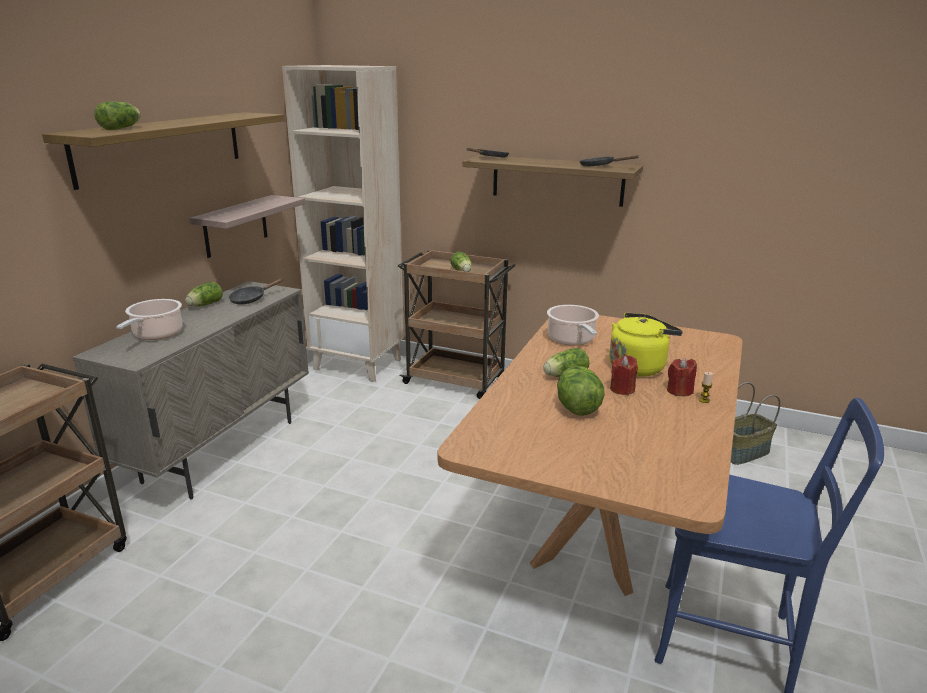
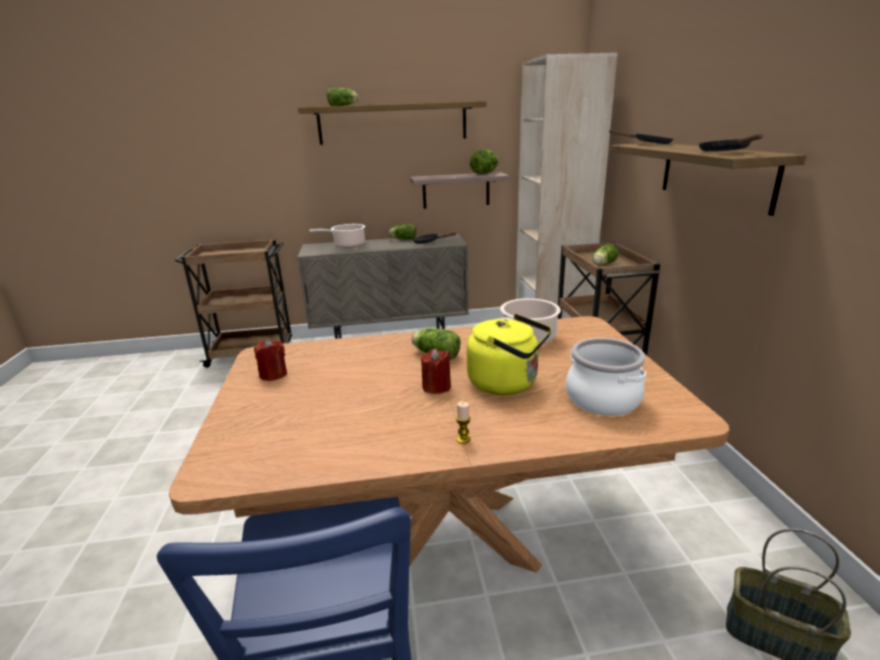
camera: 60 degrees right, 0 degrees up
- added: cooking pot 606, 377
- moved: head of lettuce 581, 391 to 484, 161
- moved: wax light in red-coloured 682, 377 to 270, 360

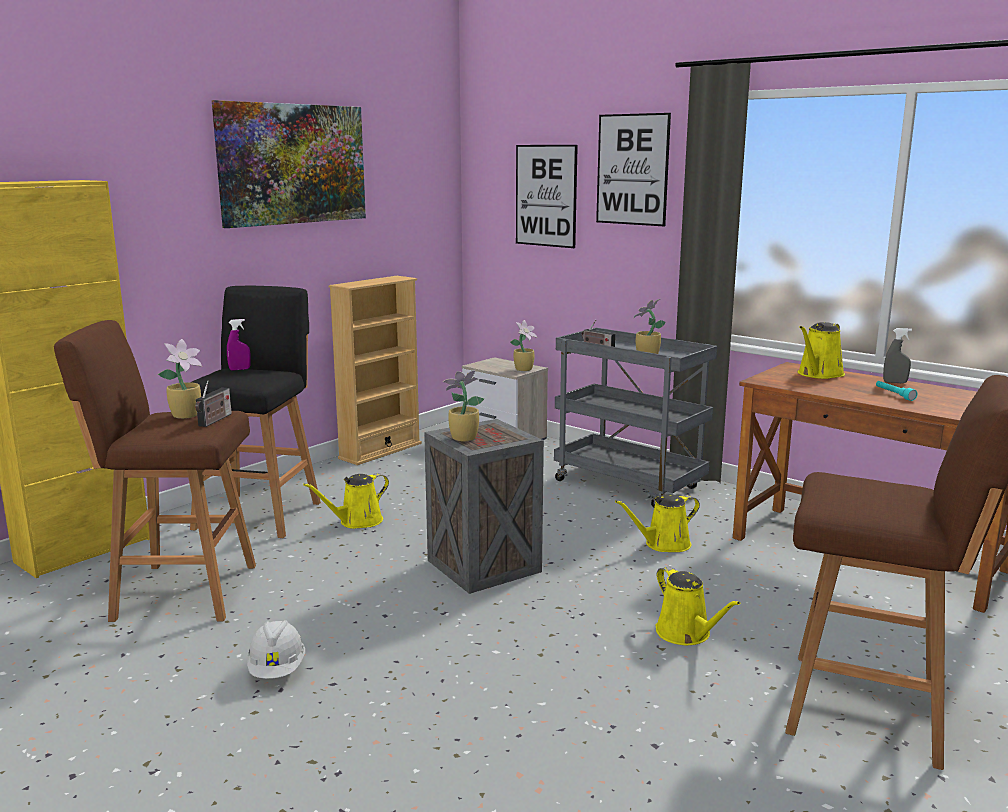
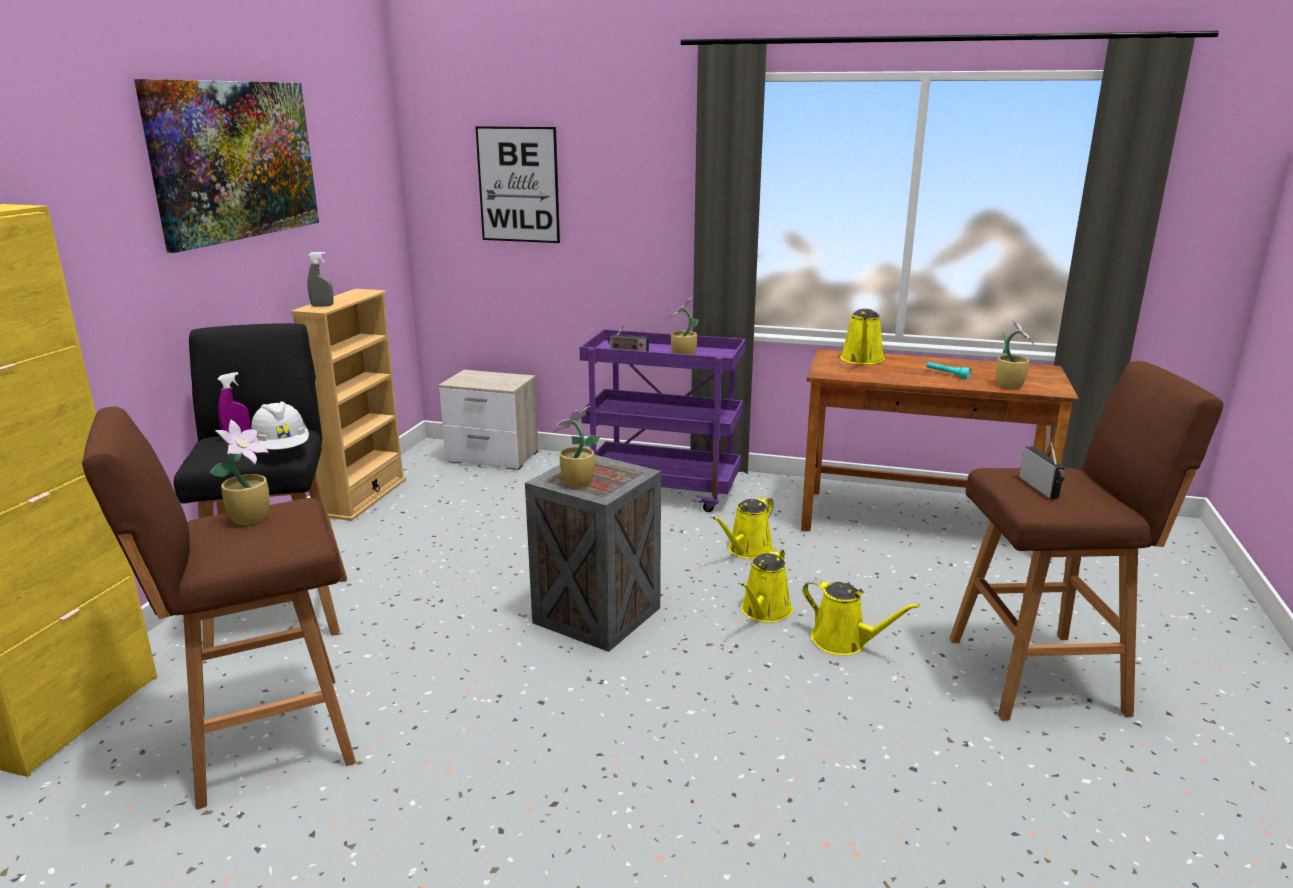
camera: 25 degrees left, 5 degrees up
- removed: picture 633, 169
- moved: radio set 213, 403 to 1042, 470
- moved: work helmet in white-coloured 276, 649 to 280, 425
- moved: watering can in yellow-coloured 346, 501 to 767, 585
- moved: plant in a pot 523, 345 to 1015, 352
- moved: hand sprayer in greyish 897, 355 to 320, 279
- recoloured: trolley in greyish 635, 418 to trolley in purple-coloured 663, 420

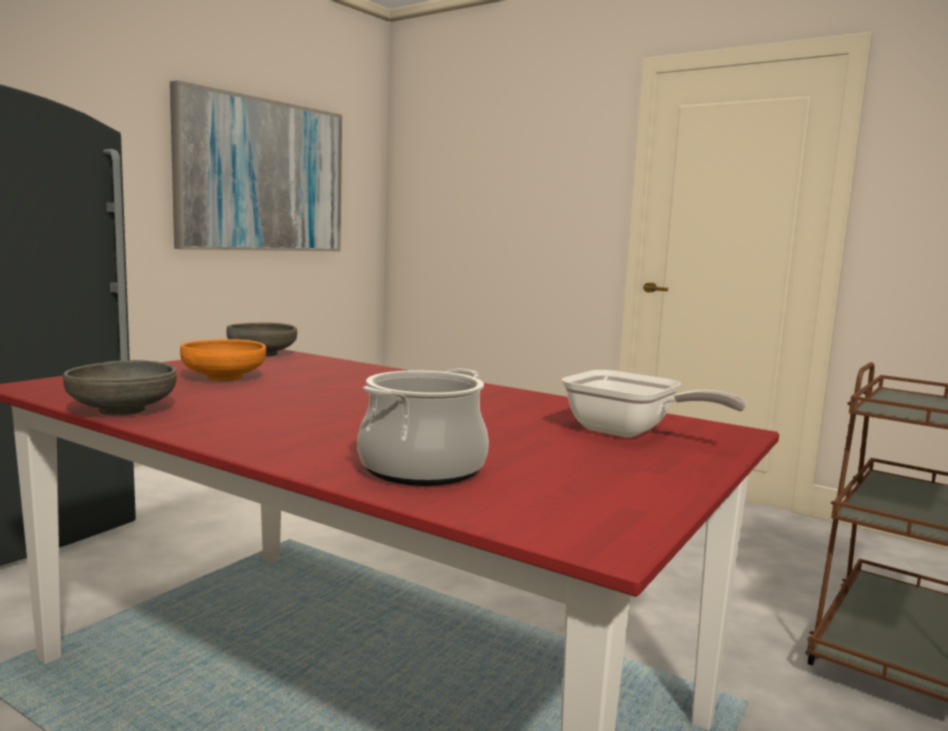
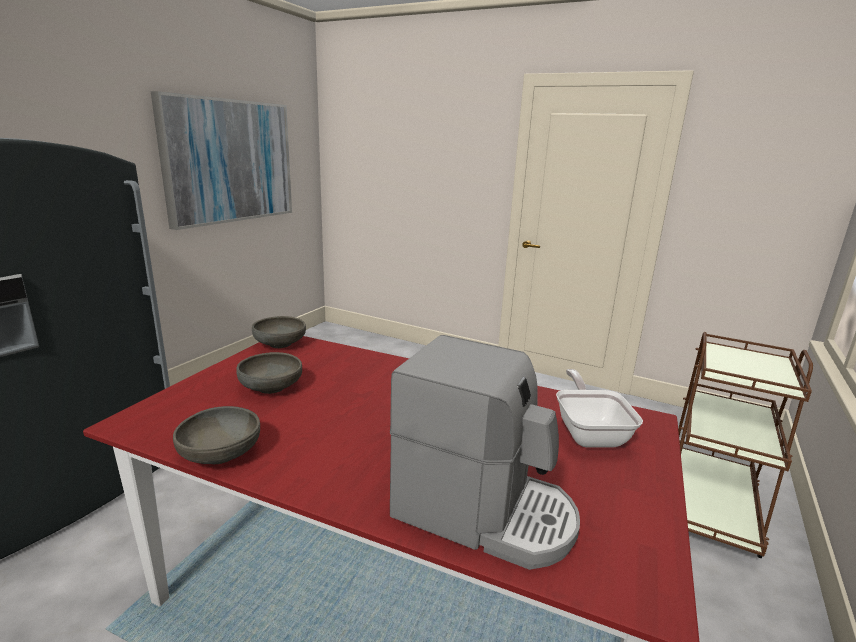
camera: 10 degrees left, 10 degrees up
- replaced: cooking pot 423, 427 to coffee brewer 485, 452
- recoloured: deep dish in orange 223, 360 to deep dish in greyish 269, 373
- turned: frying pan 654, 404 = 599, 408 120 degrees counterclockwise

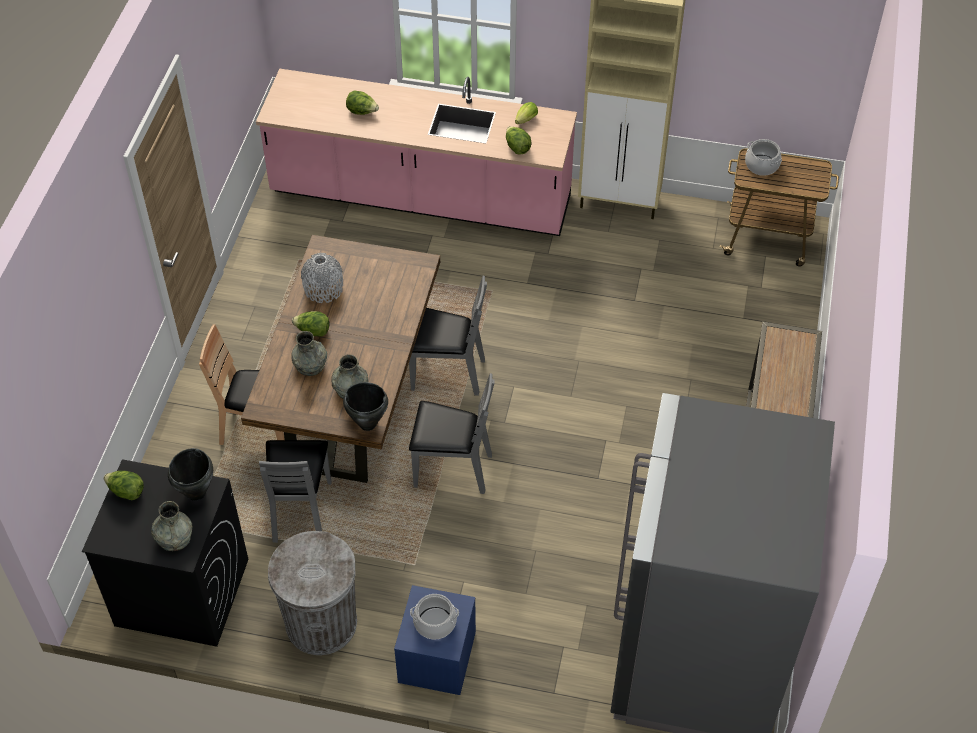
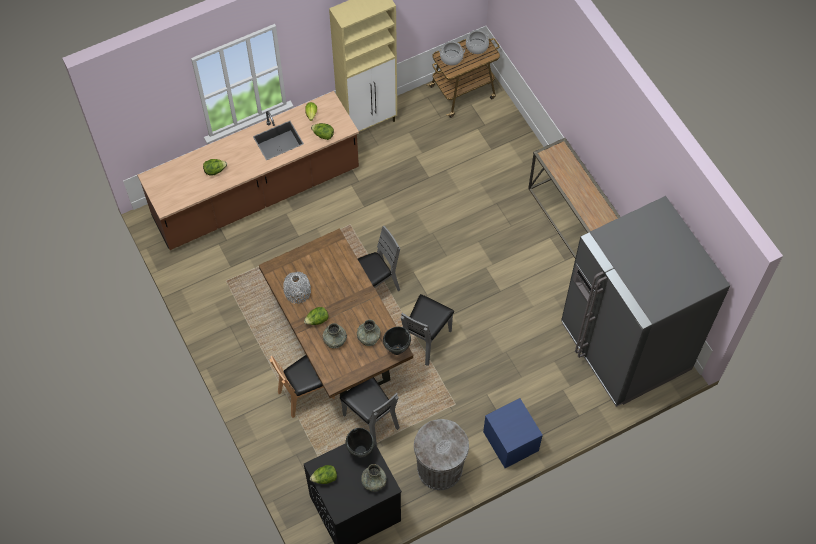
camera: 40 degrees left, 10 degrees up
- moved: cooking pot 434, 617 to 477, 42
- recoloured: kitchen base unit in pinkish 416, 152 to kitchen base unit in brownish 248, 170
- turned: upright chair in greyish 452, 433 = 427, 330 150 degrees clockwise

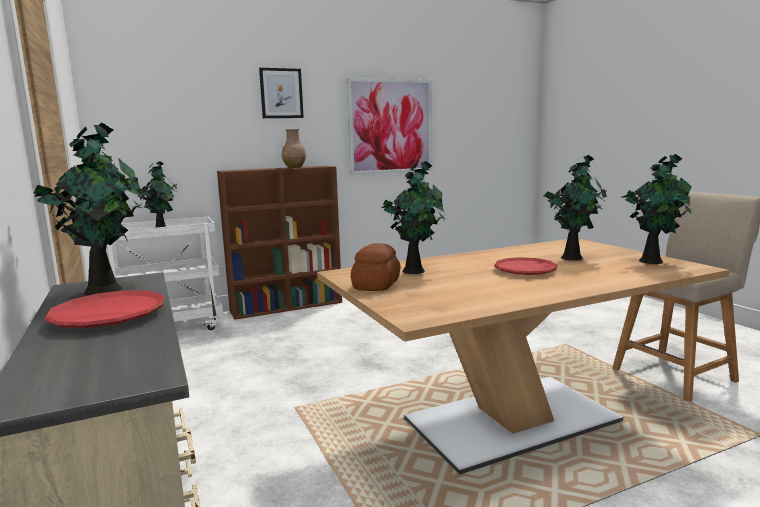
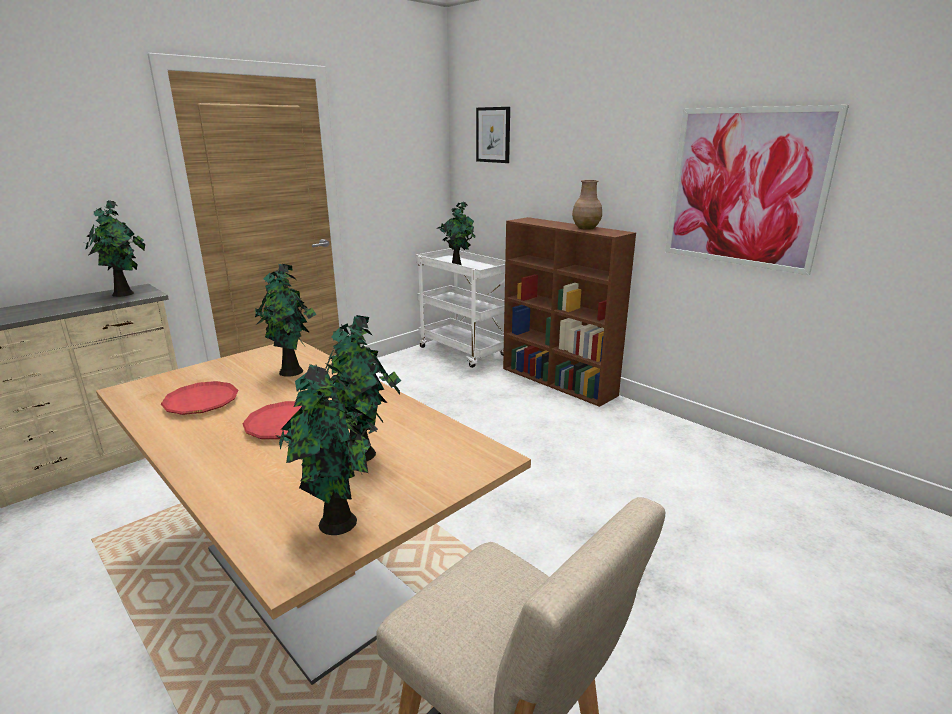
camera: 70 degrees right, 10 degrees up
- removed: bakery bread 375, 267
- moved: flat dish in red-coloured 104, 309 to 199, 398
- moved: picture 281, 93 to 493, 135

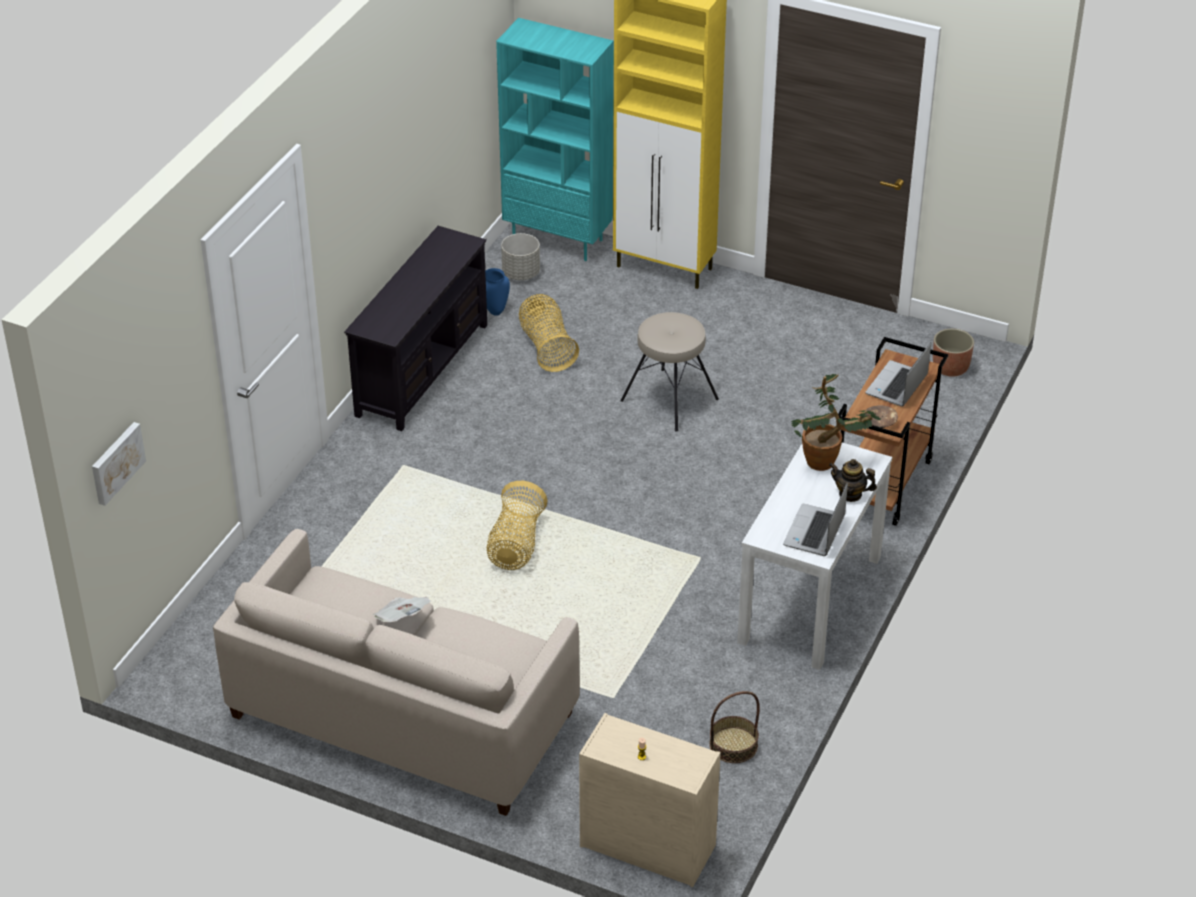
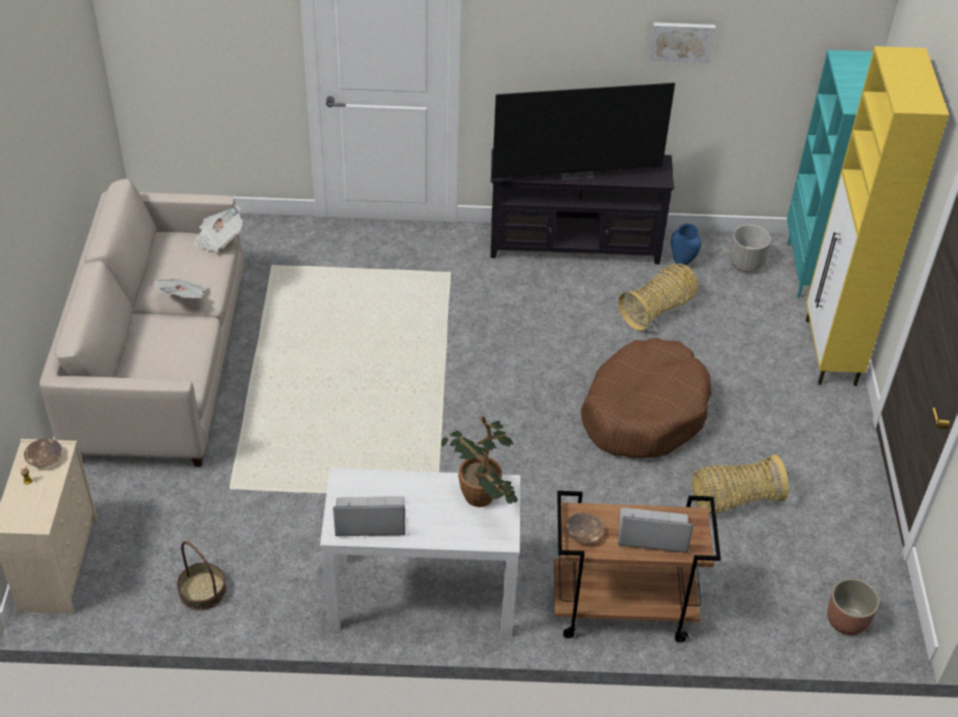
camera: 65 degrees right, 5 degrees up
- removed: teapot 853, 480
- added: deep dish in brownish 43, 452
- added: newspaper 218, 228
- added: TV 583, 131
- moved: picture 119, 464 to 682, 42
- moved: storage basket 516, 525 to 740, 483
- replaced: stool in beige 669, 372 to pet bed in brownish 646, 398

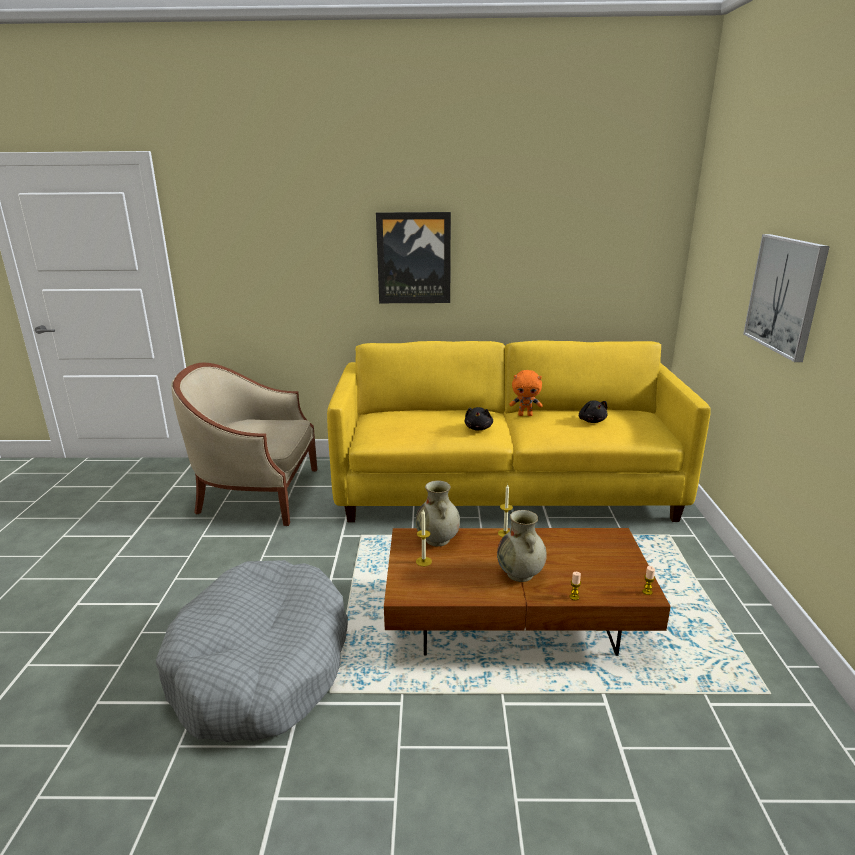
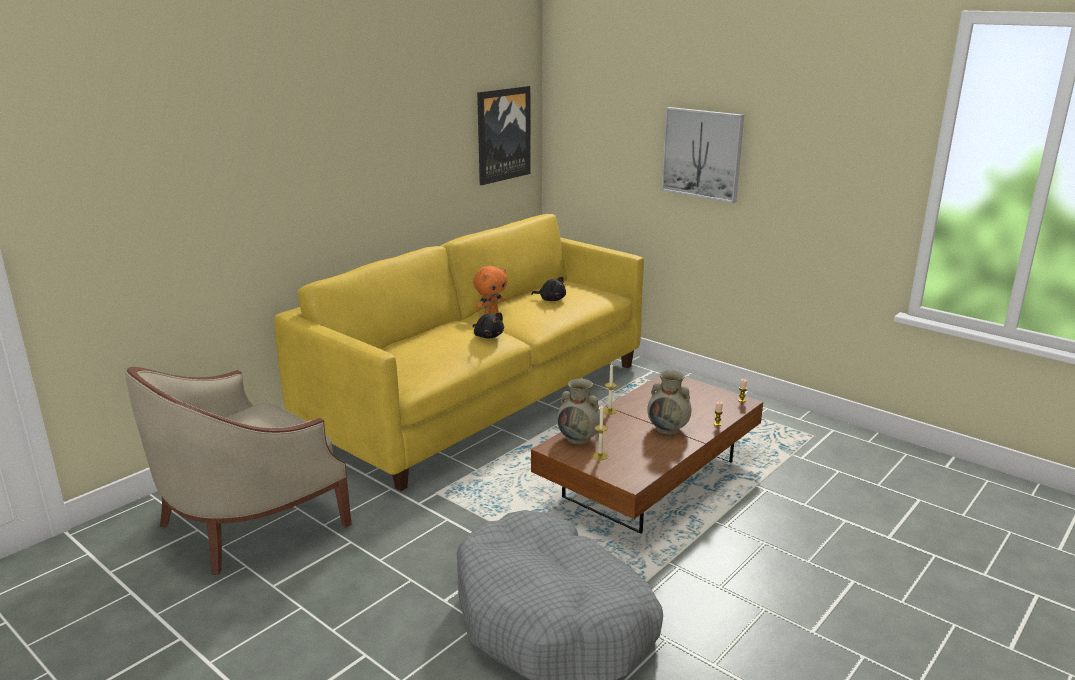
camera: 50 degrees left, 0 degrees up
- moved: picture 413, 257 to 504, 135

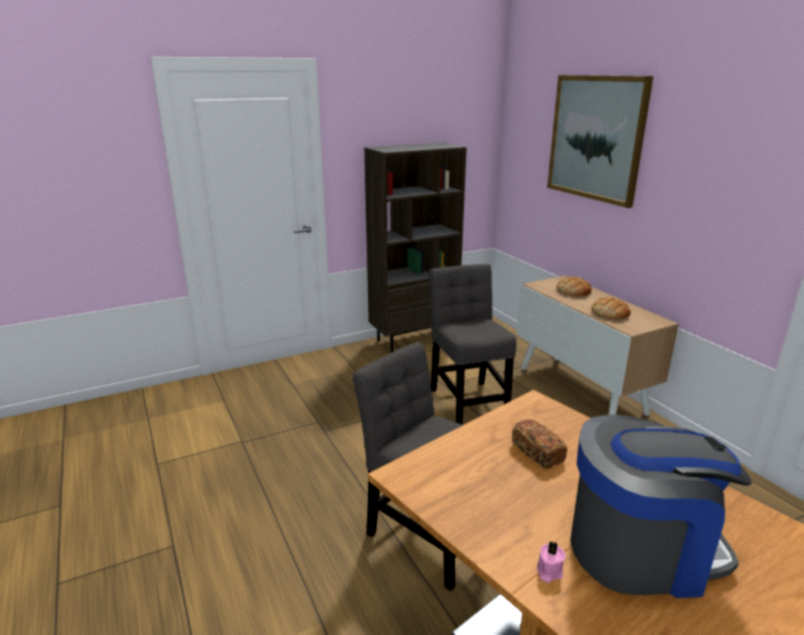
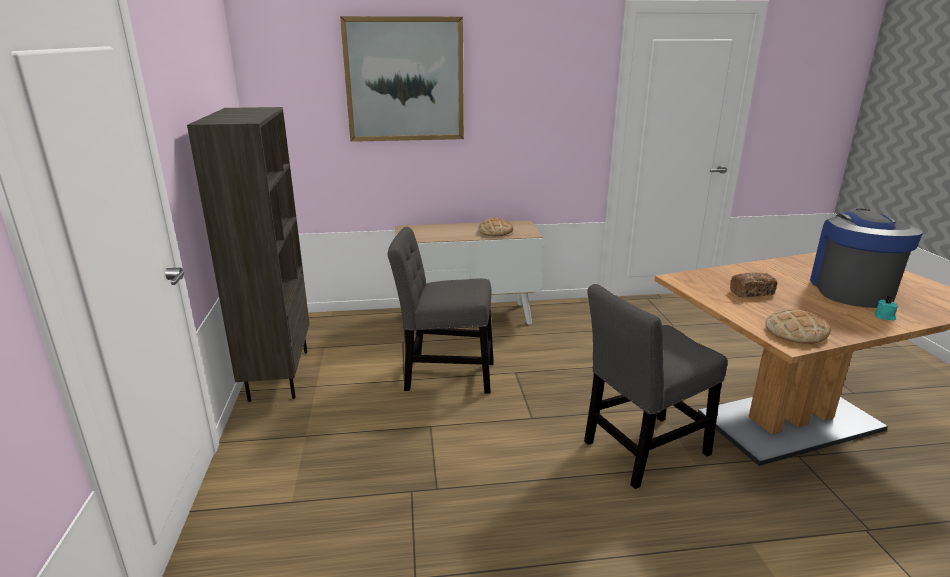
camera: 70 degrees left, 0 degrees up
- moved: bakery bread 574, 286 to 798, 326
- recoloured: wax light in pinkish 551, 562 to wax light in blue-green 886, 308

